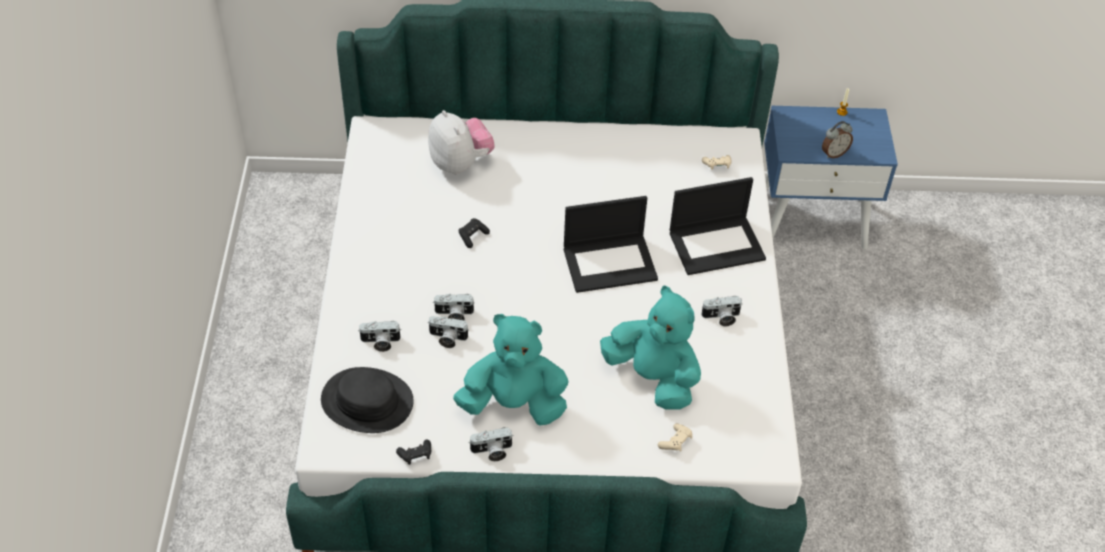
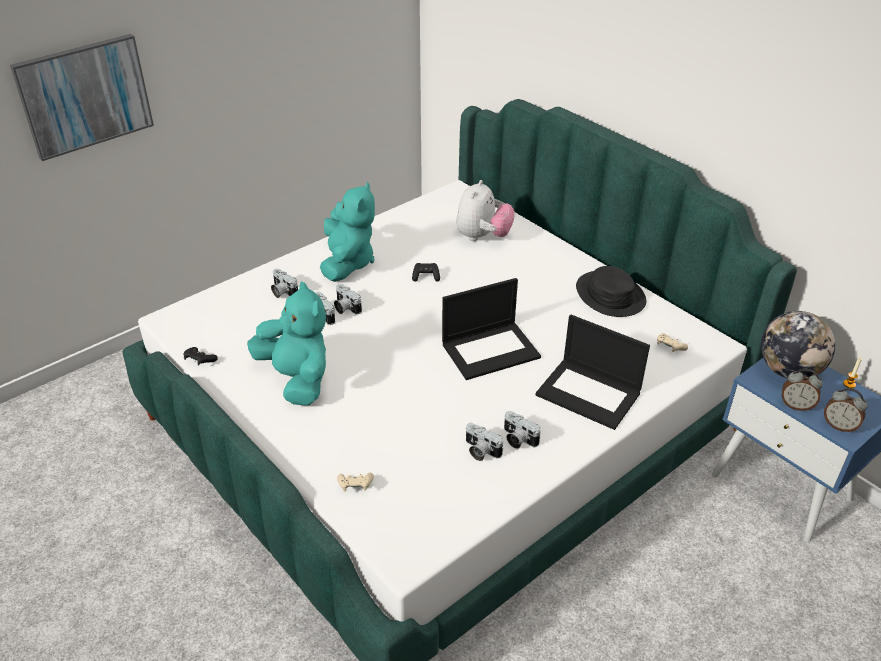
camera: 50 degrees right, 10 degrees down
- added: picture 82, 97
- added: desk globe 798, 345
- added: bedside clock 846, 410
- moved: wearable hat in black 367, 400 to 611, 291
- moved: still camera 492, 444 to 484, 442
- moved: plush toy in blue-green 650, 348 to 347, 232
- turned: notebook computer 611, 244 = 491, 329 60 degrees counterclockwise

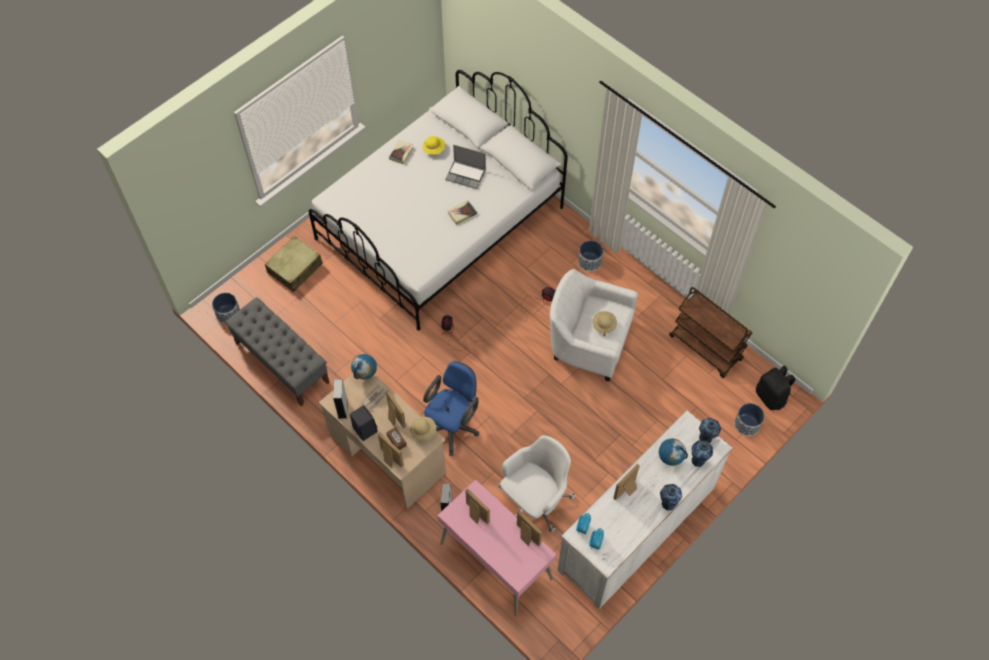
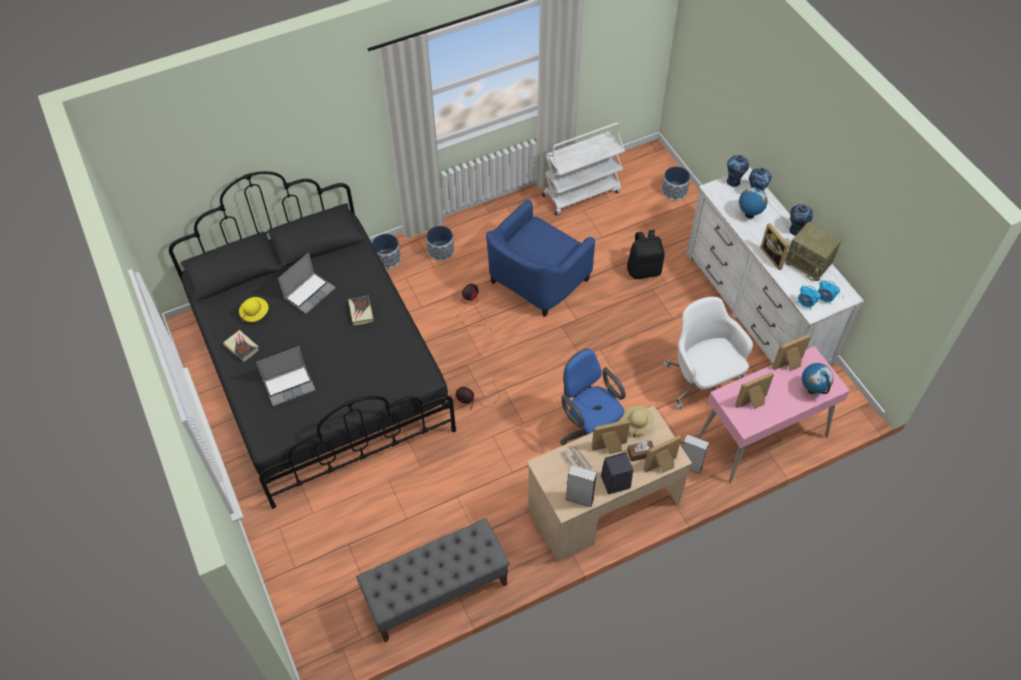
camera: 70 degrees left, 5 degrees down
- removed: piece of luggage in beige 294, 264
- removed: wearable hat in beige 604, 323
- added: notebook computer 286, 376
- added: radio set 813, 251
- moved: flower pot 226, 308 to 386, 251
- moved: desk globe 364, 366 to 817, 378
- moved: rucksack in black 775, 387 to 646, 254
- recoloured: sleeping bed in white-coloured 438, 200 to sleeping bed in black 312, 340
- recoloured: easy chair in white-coloured 594, 325 to easy chair in bluish 540, 258
- recoloured: trolley in brownish 710, 332 to trolley in white-coloured 583, 169

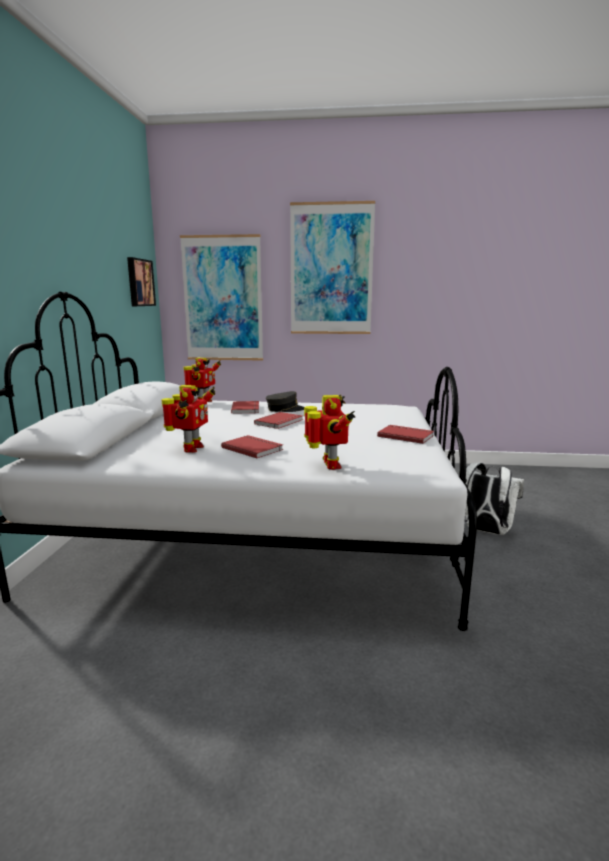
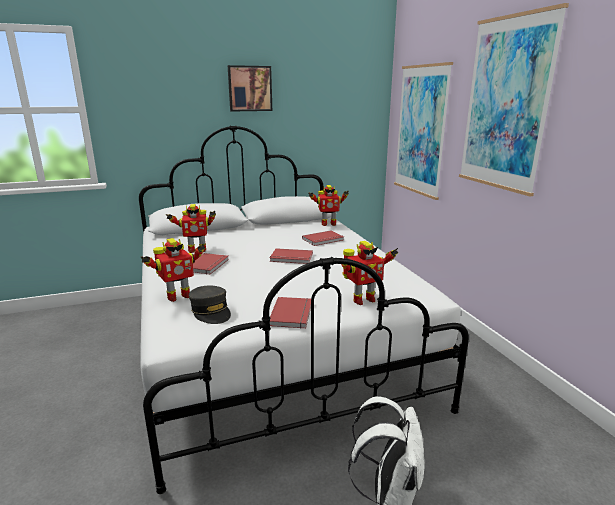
camera: 65 degrees right, 5 degrees up
- added: toy robot 369, 273
- moved: picture 141, 281 to 250, 88
- moved: baseball cap in greyish 285, 401 to 210, 305

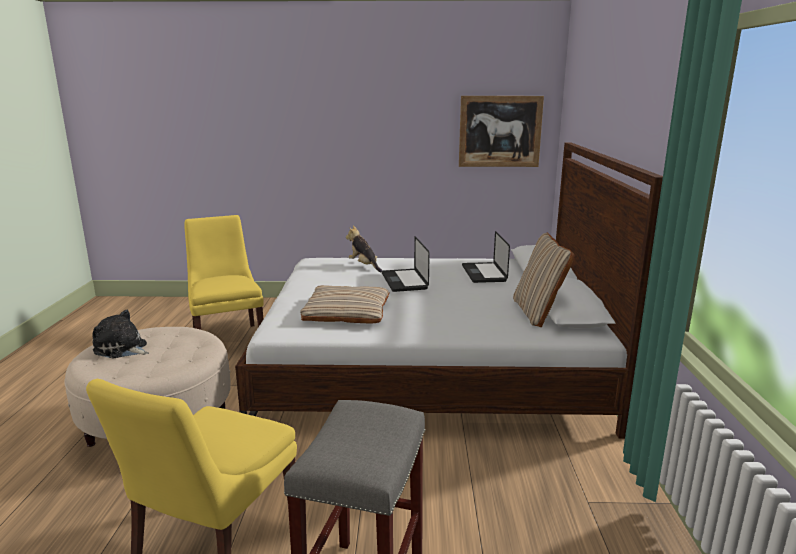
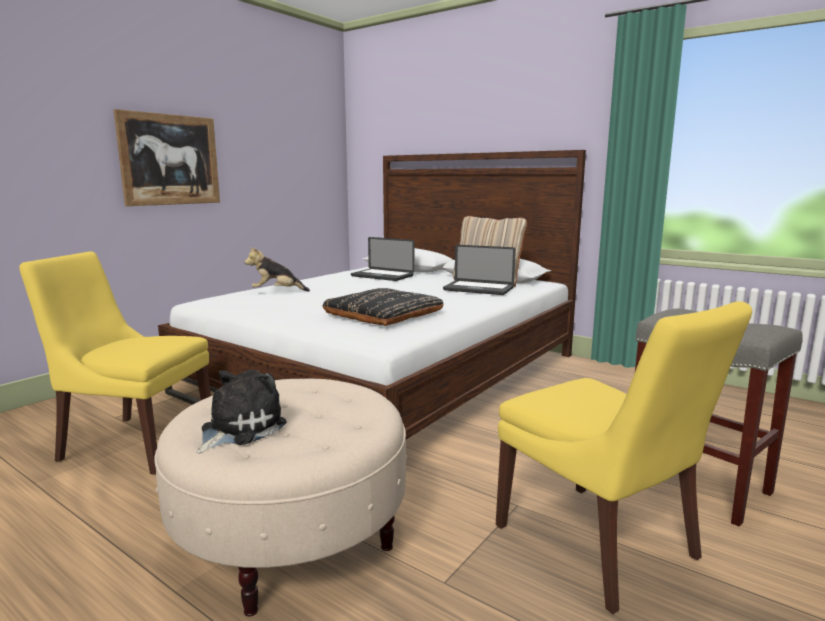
camera: 55 degrees left, 5 degrees down
- moved: notebook computer 406, 264 to 479, 270
- moved: picture 501, 131 to 166, 157
- recoloured: cushion in beige 345, 304 to cushion in black 383, 307
- turned: plush toy 120, 334 = 241, 411 150 degrees clockwise

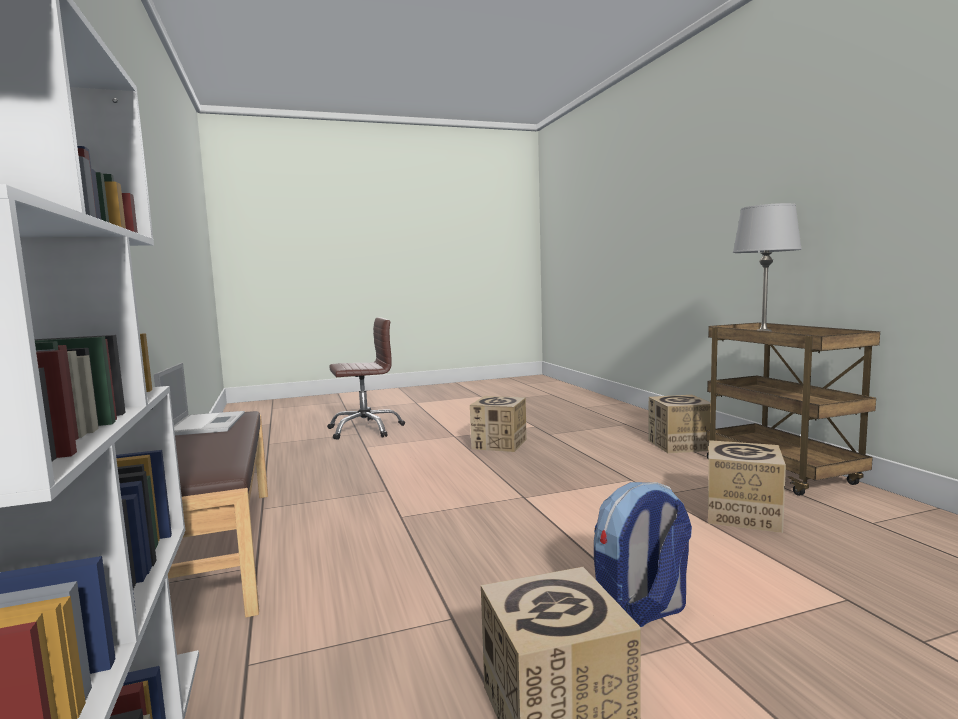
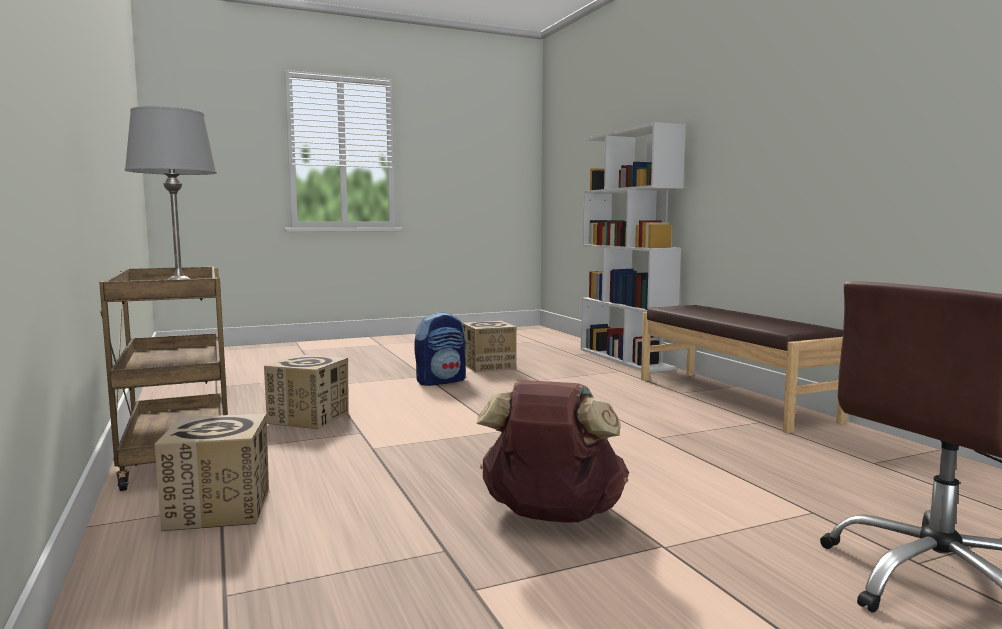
camera: 175 degrees right, 0 degrees up
- removed: notebook computer 199, 399
- replaced: carton 498, 424 to rucksack in brownish 553, 451

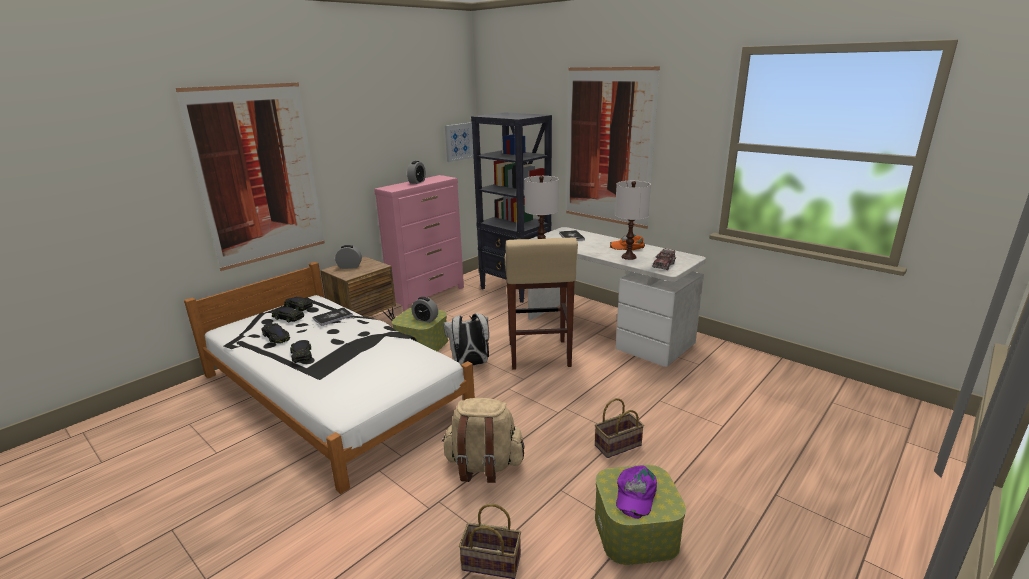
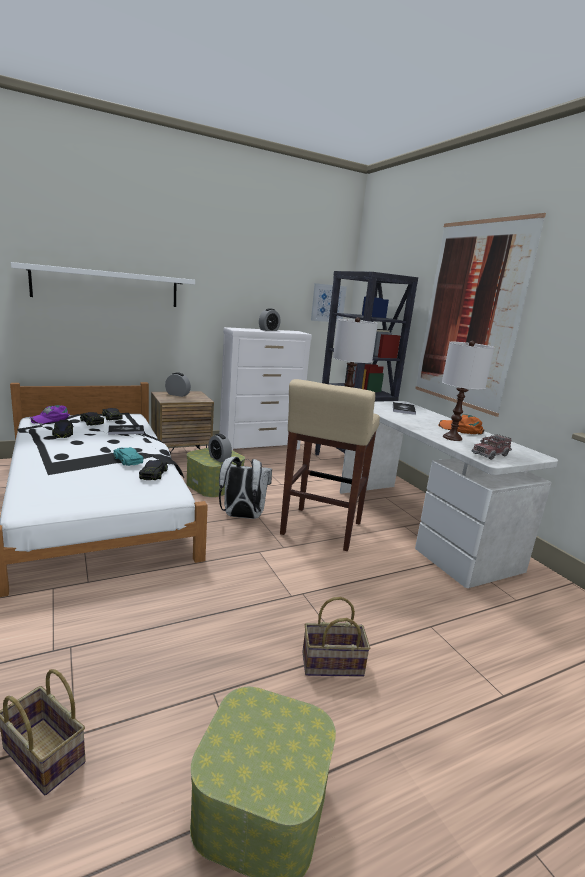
camera: 20 degrees right, 5 degrees down
- removed: rucksack in beige 483, 440
- added: miniature car in blue-green 128, 456
- moved: miniature car in black 301, 352 to 153, 470
- moved: baseball cap in purple-coloured 636, 492 to 50, 414
- replaced: picture 250, 177 to shelf in white-coloured 103, 284
- recoloured: dresser in pinkish 419, 243 to dresser in white-coloured 265, 389

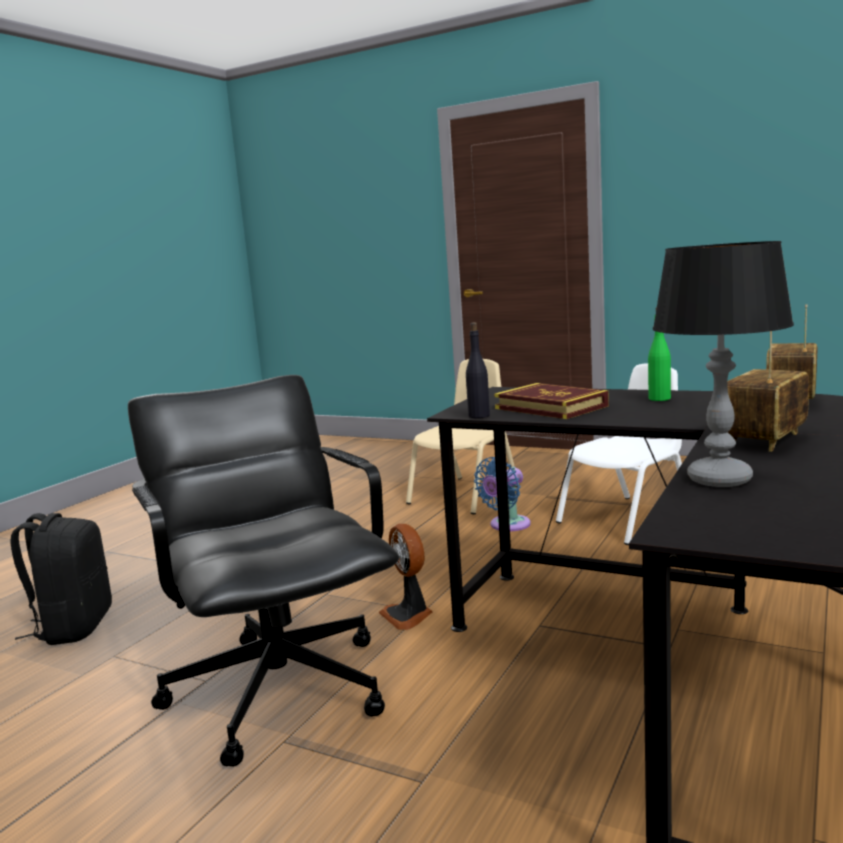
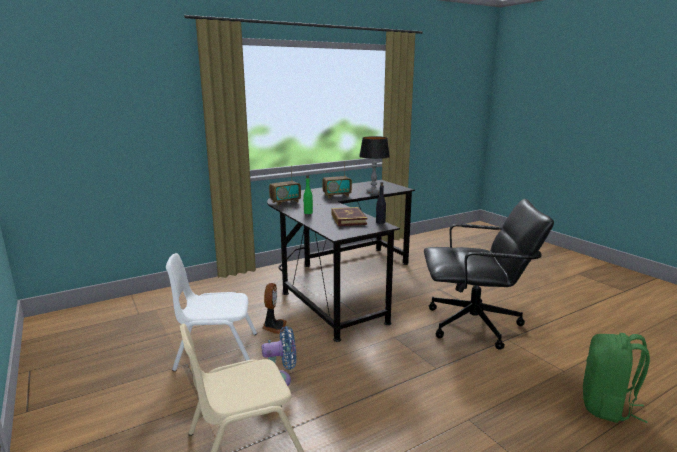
camera: 150 degrees left, 5 degrees up
- moved: cooling fan 406, 577 to 274, 308
- recoloured: rucksack in black 61, 579 to rucksack in greenish 616, 378
- turned: office chair in black 263, 571 = 489, 274 90 degrees counterclockwise

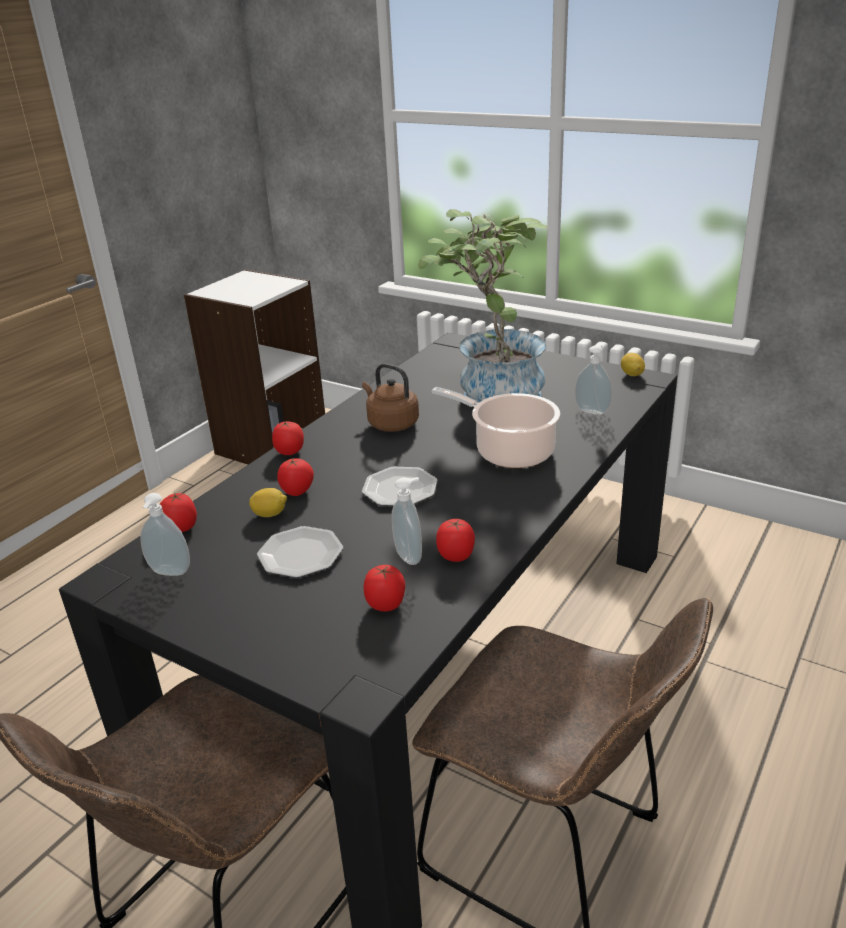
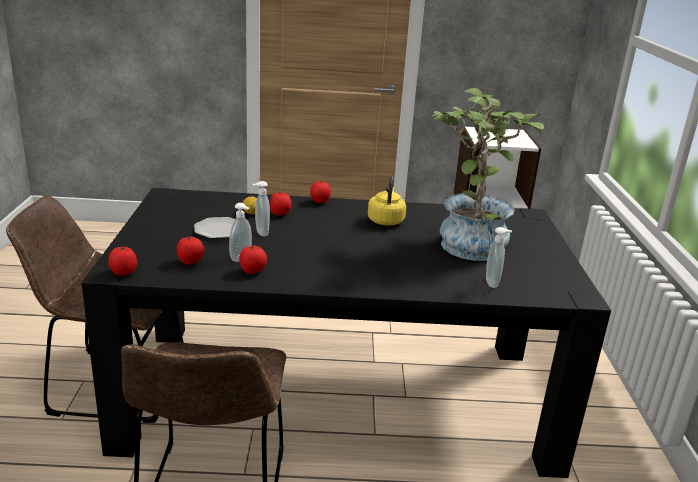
camera: 55 degrees right, 5 degrees down
- removed: flat dish 400, 486
- removed: cooking pot 496, 427
- removed: whole lemon 633, 364
- moved: soap bottle 165, 534 to 261, 208
- moved: fresh tomato 178, 512 to 122, 261
- recoloured: water kettle in brownish 390, 397 to water kettle in yellow-coloured 387, 201

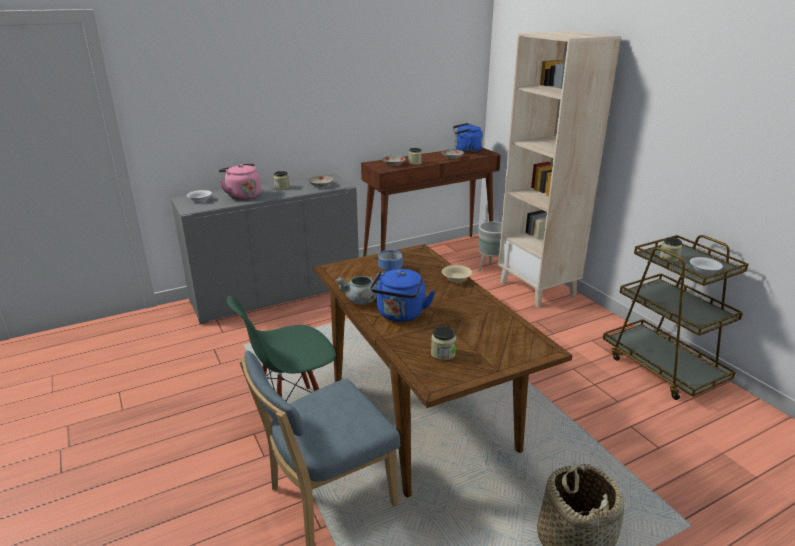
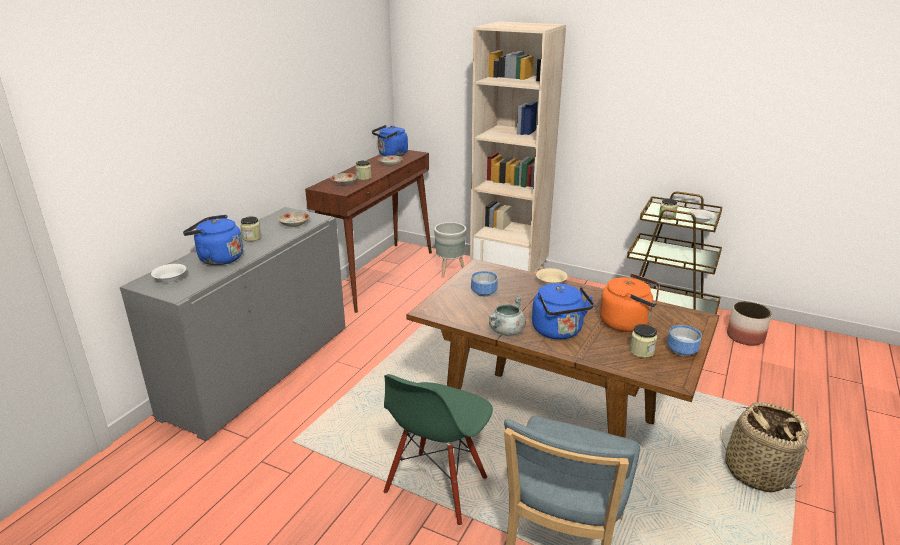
camera: 35 degrees left, 0 degrees up
- added: water kettle in orange 629, 302
- added: deep dish 684, 340
- added: flower pot 749, 323
- recoloured: water kettle in pinkish 240, 181 to water kettle in bluish 213, 240

